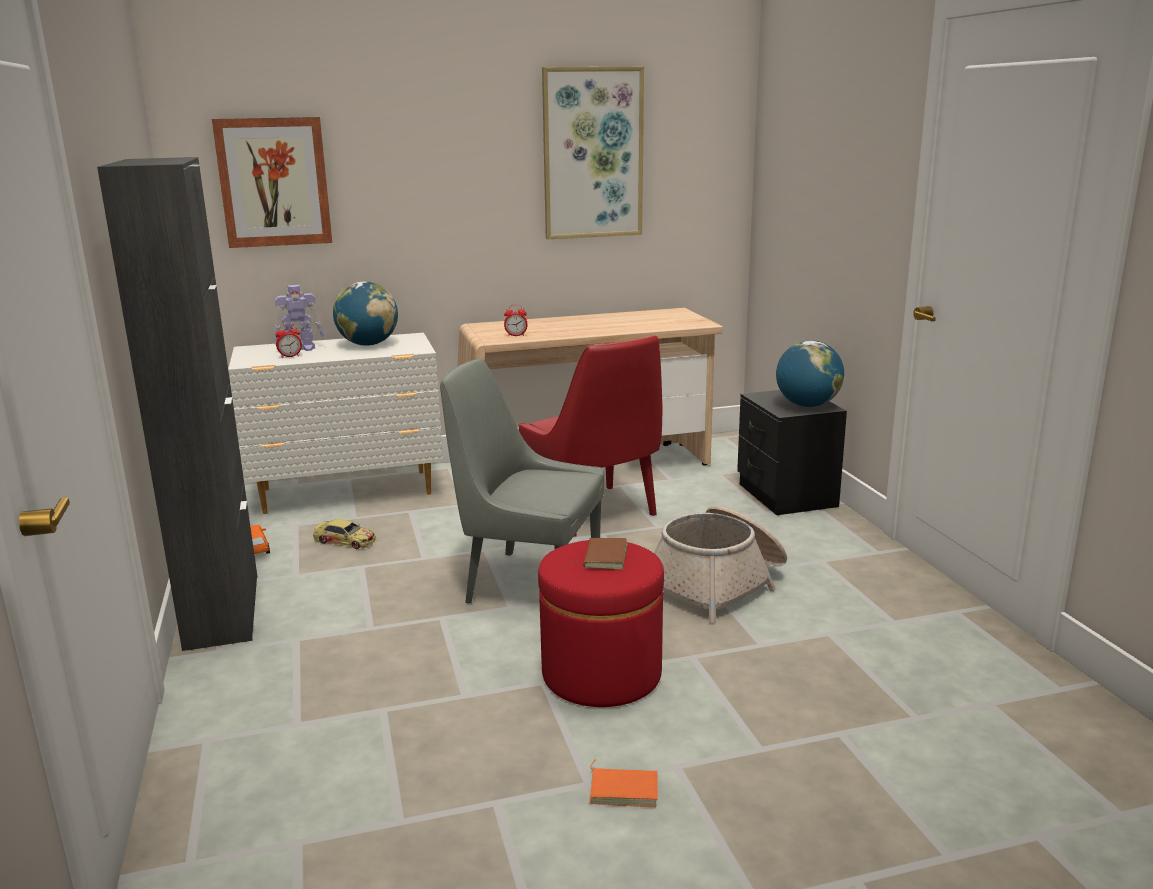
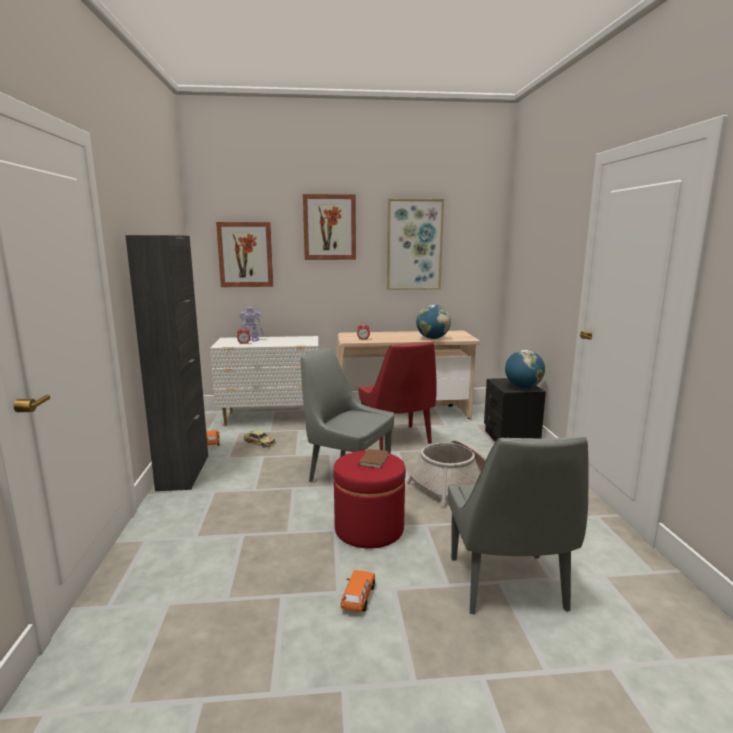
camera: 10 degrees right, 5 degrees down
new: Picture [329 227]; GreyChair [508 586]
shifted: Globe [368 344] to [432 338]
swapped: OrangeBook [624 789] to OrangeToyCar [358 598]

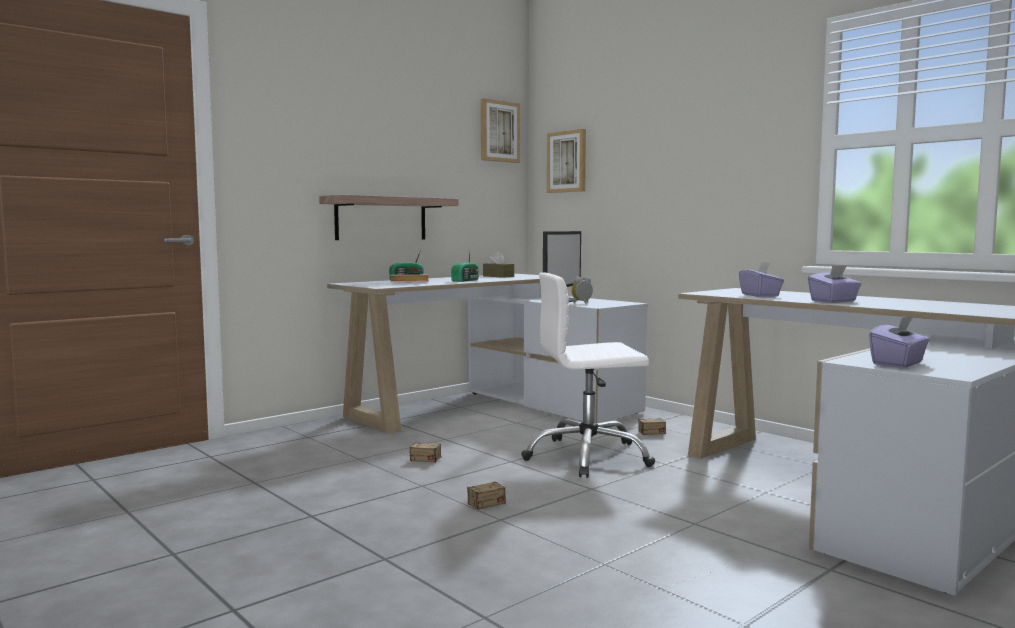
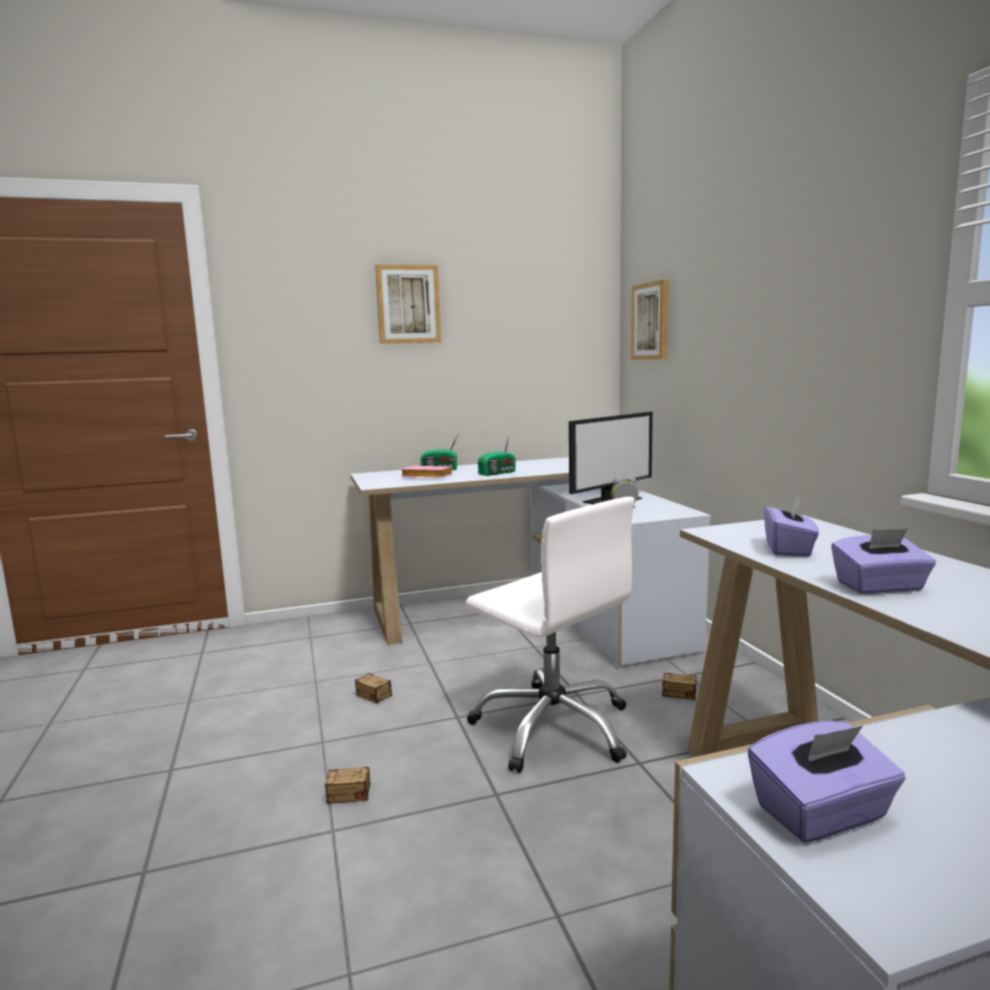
camera: 25 degrees right, 5 degrees up
gone: Shelf [381 218]; BrownTissueBox [498 276]
shifted: Picture [499 131] to [408 304]
rotated: WhiteOfficeChair [588 457] = [553 727] 150 degrees counterclockwise

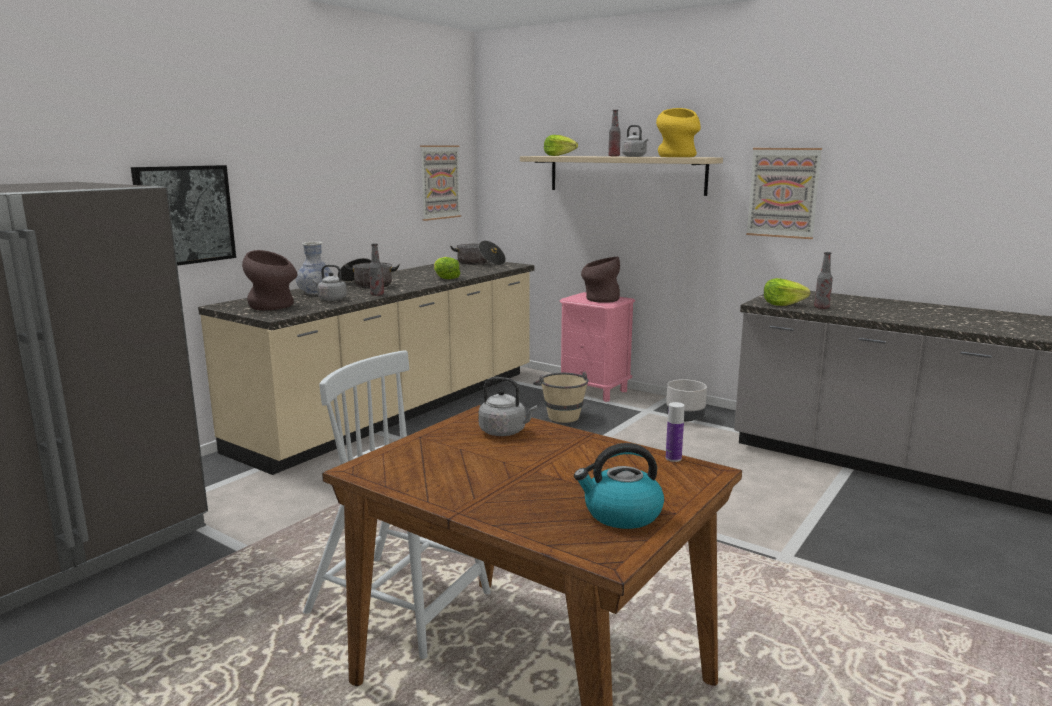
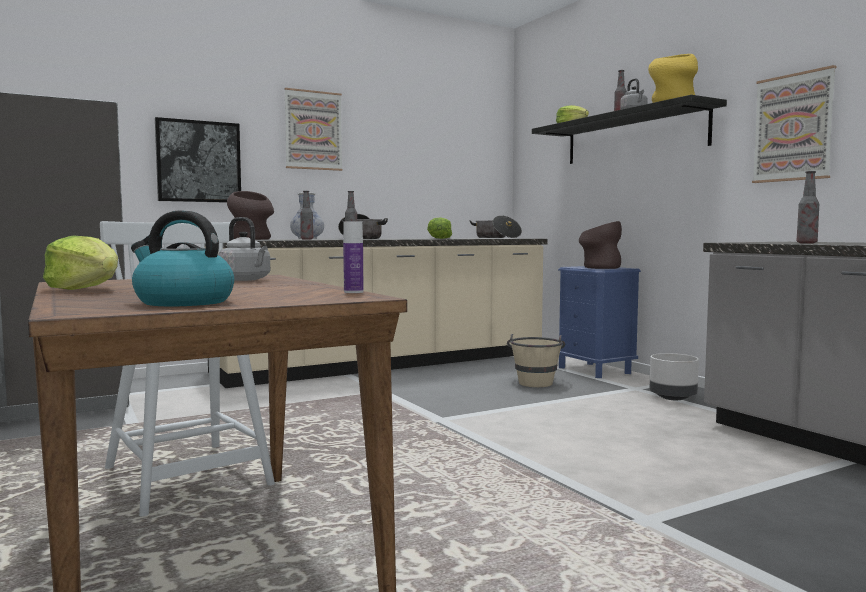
camera: 25 degrees right, 10 degrees down
shifted: Picture [439 182] to [313 130]; Lettuce [782 304] to [86 289]
swapped: GreyKettle [331 299] to Bottle [307 239]
repainted: BeigeShelf [625 174] to BlackShelf [633 136]; PinkNightstand [594 391] to BlueNightstand [595 370]

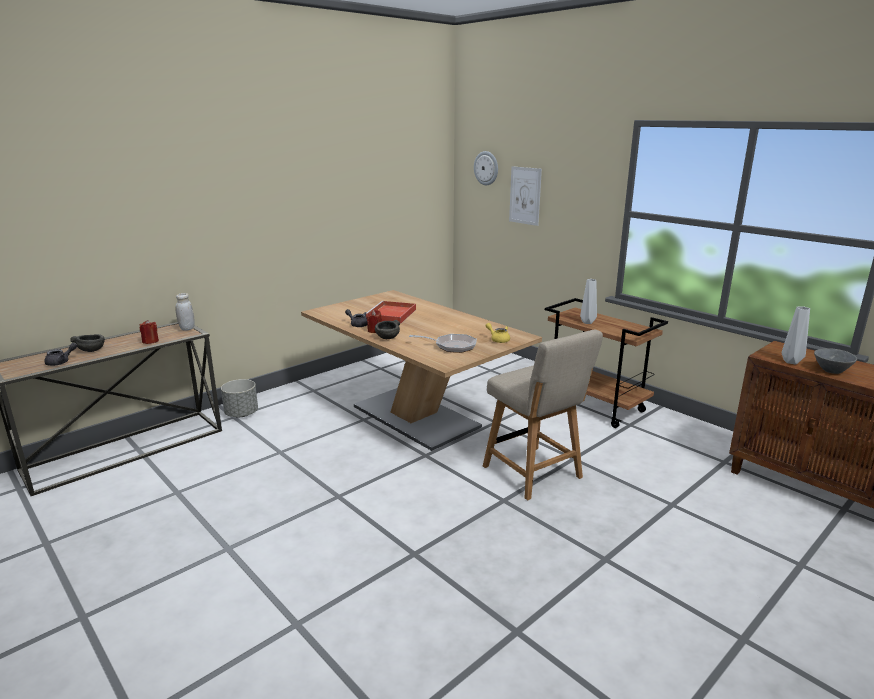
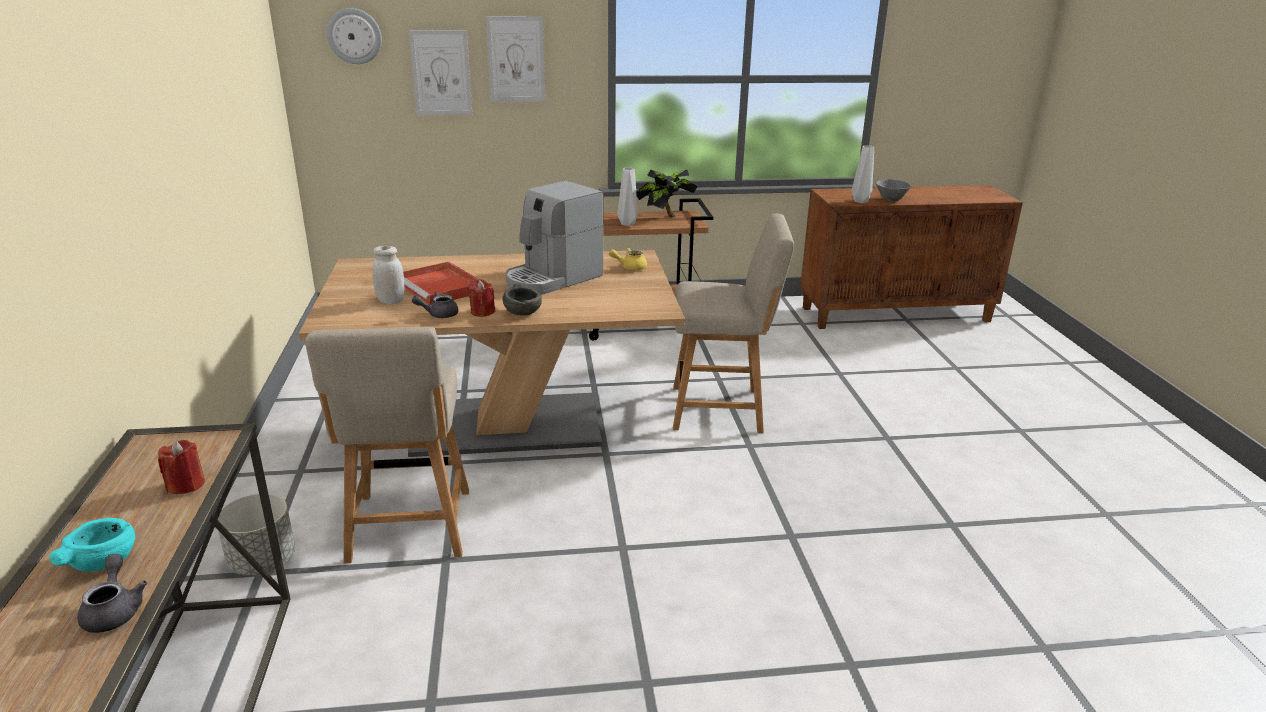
camera: 55 degrees left, 5 degrees up
gone: FryingPan [452 346]
new: BeigeChair [409 530]; Picture [516 59]; CoffeeMachine [552 279]; PottedPlant [665 217]
shifted: WhiteJar [187 328] to [391 301]
repainted: GreyBowl [91 350] to TurquoiseBowl [103 561]

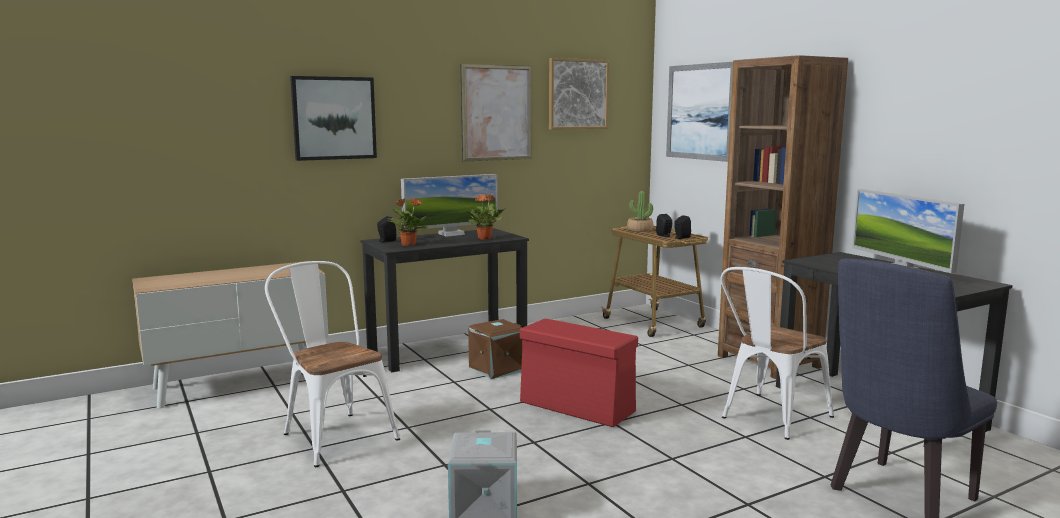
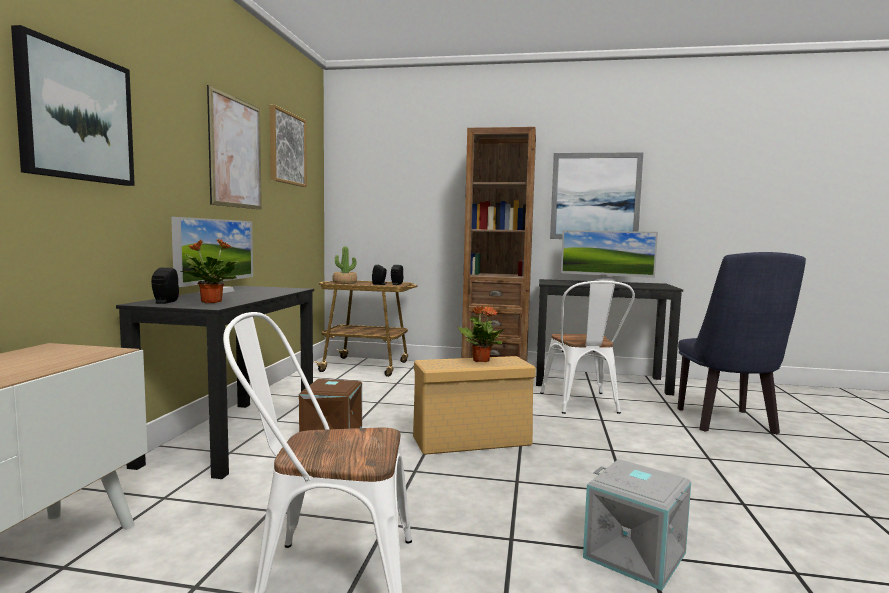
camera: 50 degrees left, 5 degrees down
shifted: PottedPlant [485 239] to [481 360]; Picture [700 112] to [595 196]
repainted: RedStorageBox [578 407] to BeigeStorageBox [473 441]

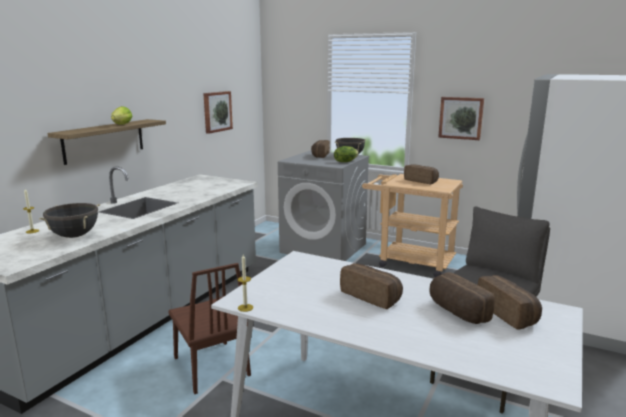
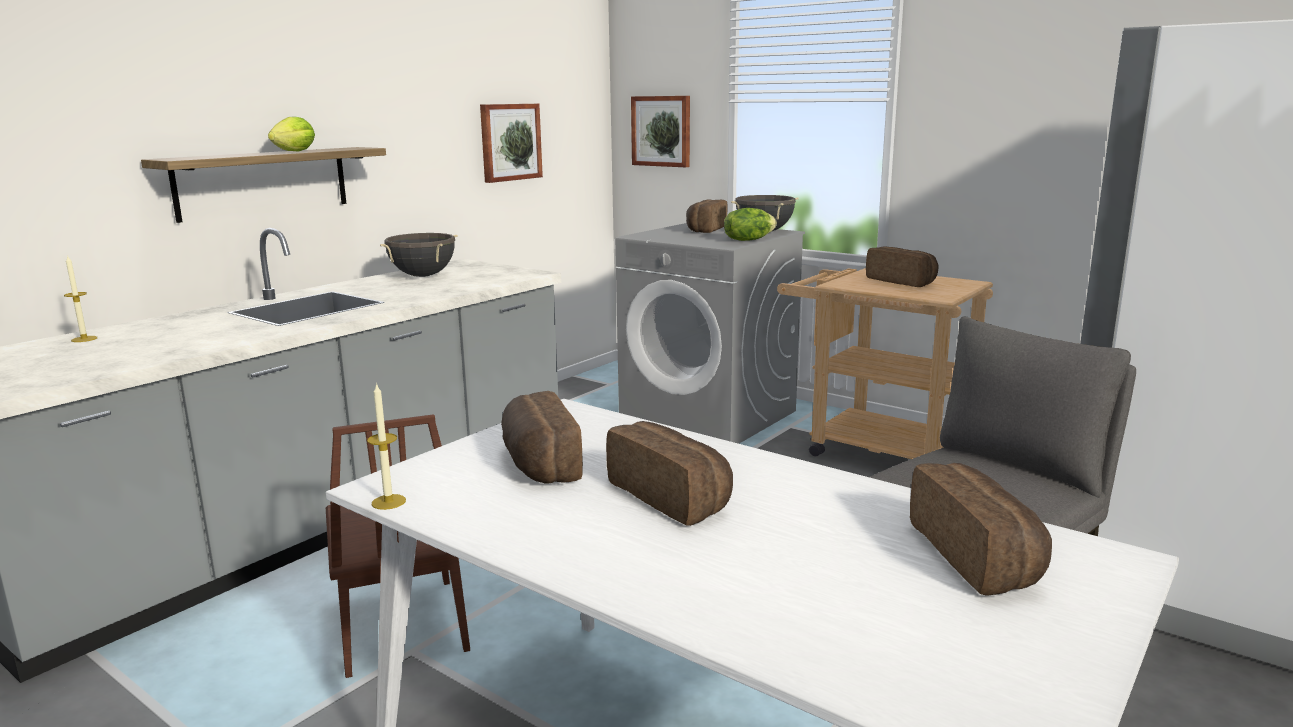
camera: 10 degrees right, 0 degrees up
shifted: BlackCookingPot [74 236] to [422 276]; Bread [456 312] to [537 464]; Picture [461 118] to [662 131]

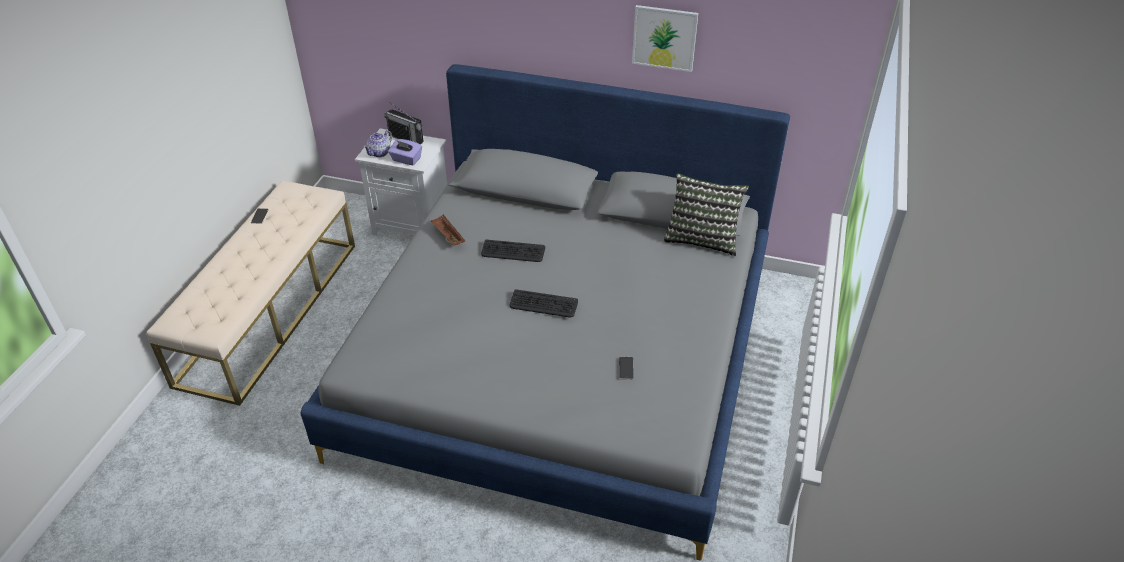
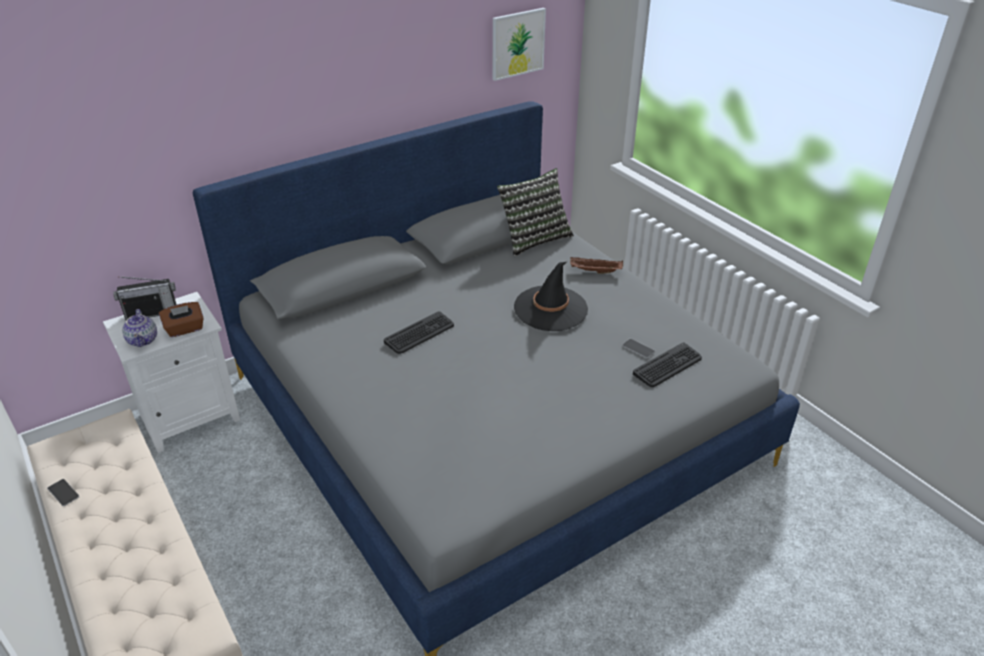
camera: 50 degrees left, 5 degrees down
new: BlackHat [550 309]
shifted: BrownTray [448 237] to [594 272]; Keyboard [543 304] to [668 366]; Picture [664 38] to [517 43]
repainted: PurpleTissueBox [406 160] to BrownTissueBox [185 329]

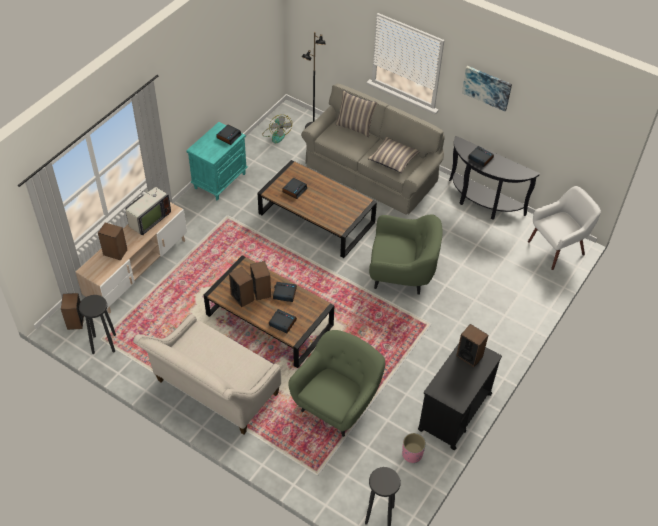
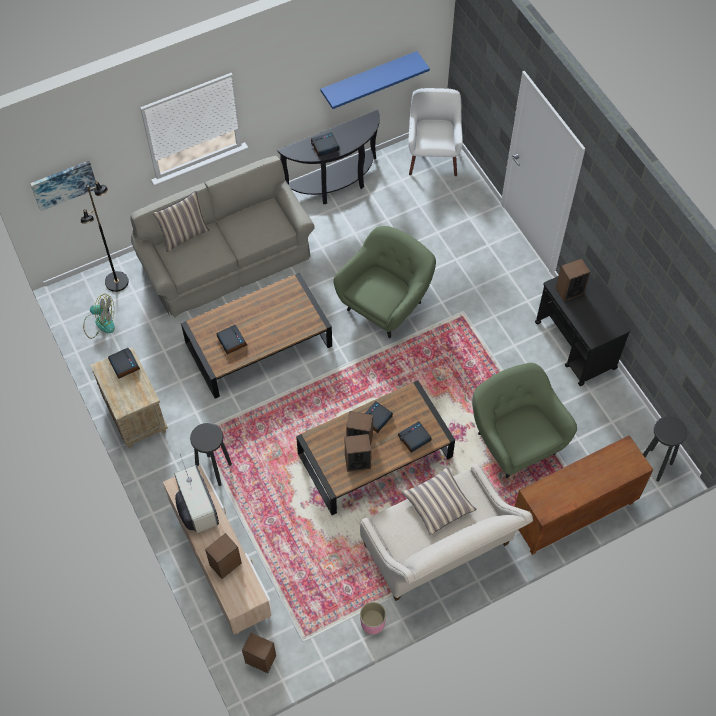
camera: 60 degrees left, 10 degrees up
new: BlueShelf [369 77]; BrownCabinet [573 515]
shifted: BlackStool [104 344] to [214 470]; Pillow [393 159] to [438 504]; PinkPlanter [412 454] to [372 623]; Picture [487 87] to [63 184]
repainted: TurquoiseNightstand [220 180] to BeigeNightstand [135 415]

